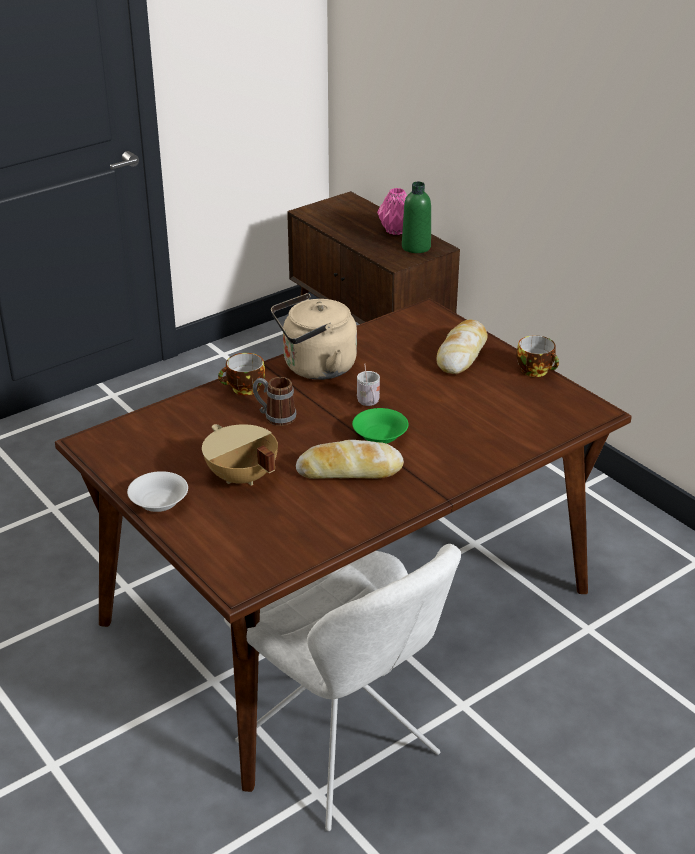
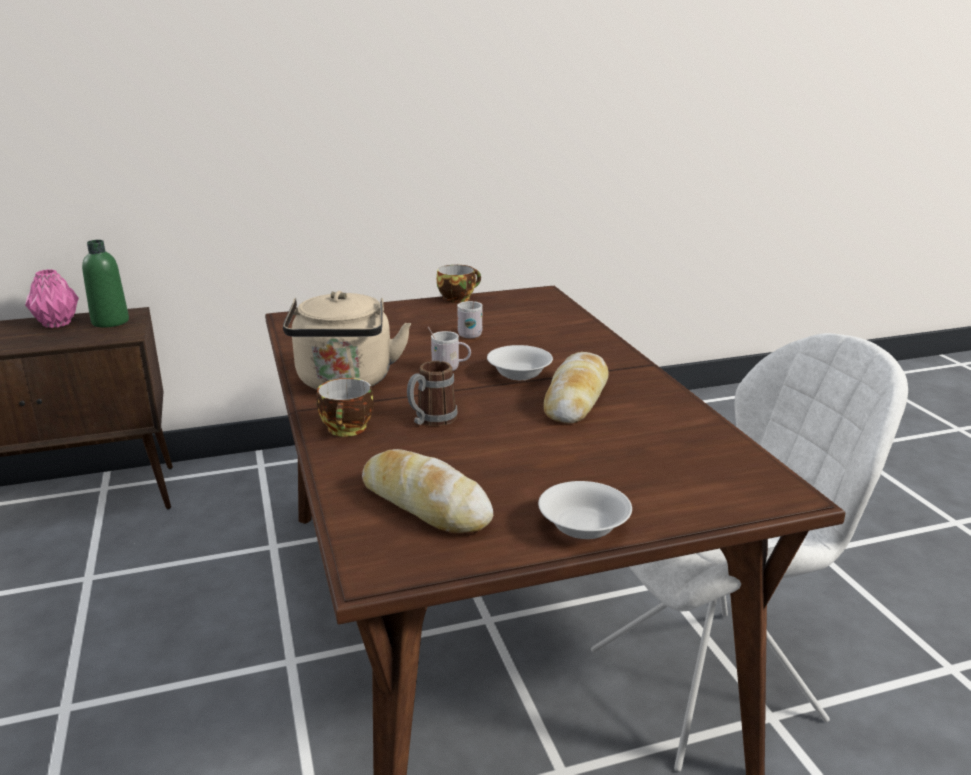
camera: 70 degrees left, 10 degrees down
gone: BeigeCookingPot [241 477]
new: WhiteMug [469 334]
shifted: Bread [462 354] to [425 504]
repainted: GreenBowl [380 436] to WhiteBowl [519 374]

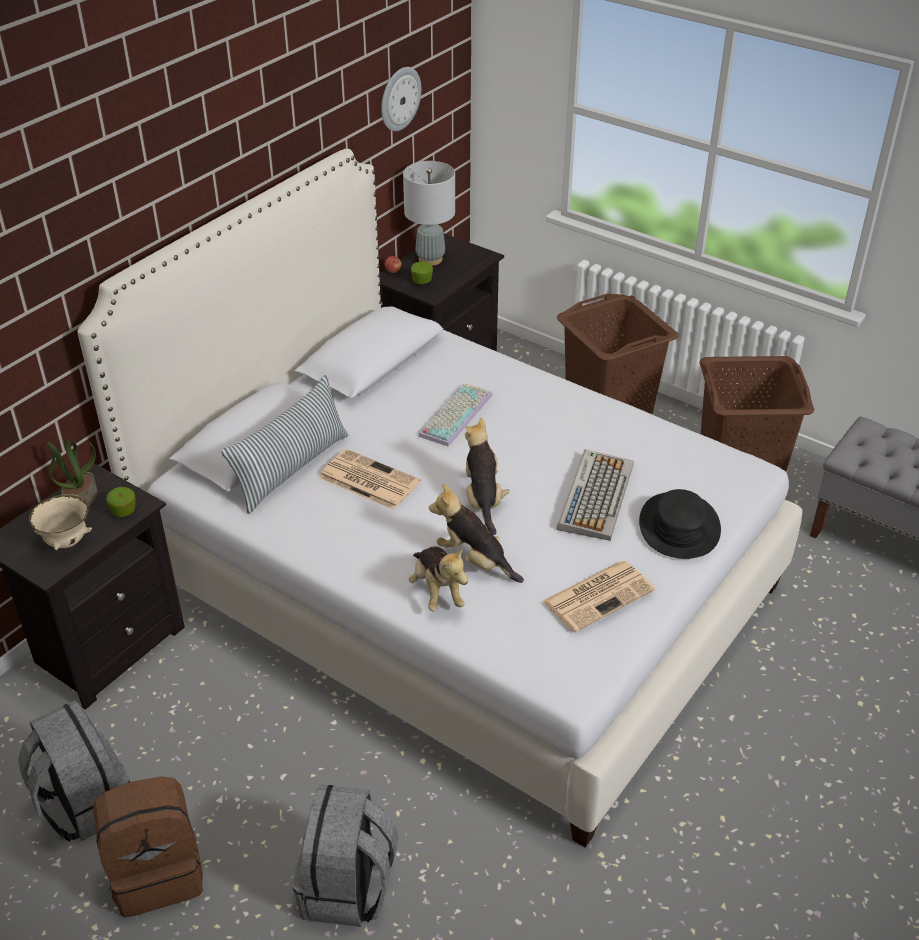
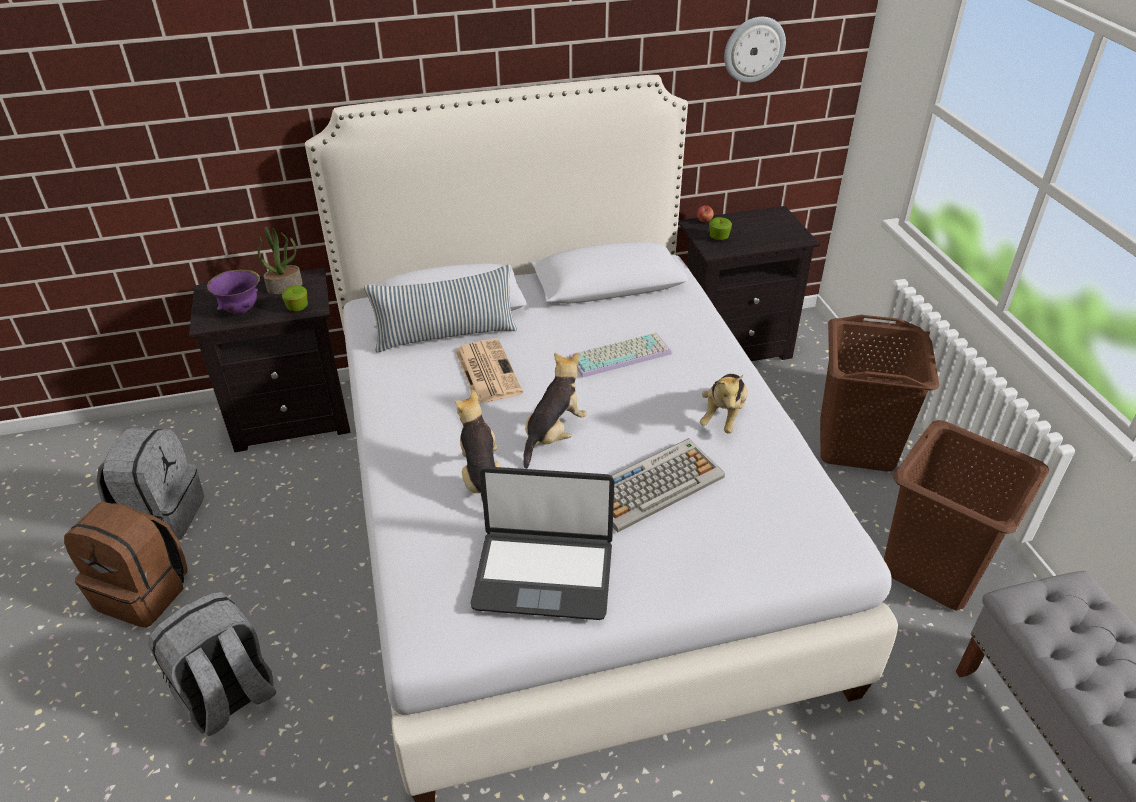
camera: 40 degrees right, 0 degrees up
gone: GreyTableLamp [430 259]; BlackHat [679 527]
shifted: PlushToy [437 591] to [723 416]
swapped: Newspaper [599 595] to Laptop [543 574]
repainted: BeigeBowl [67 542] to PurpleBowl [241 310]

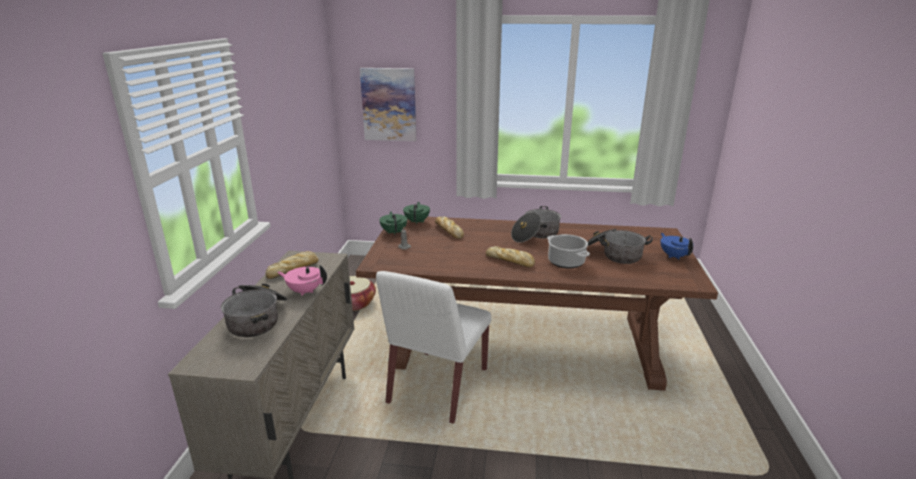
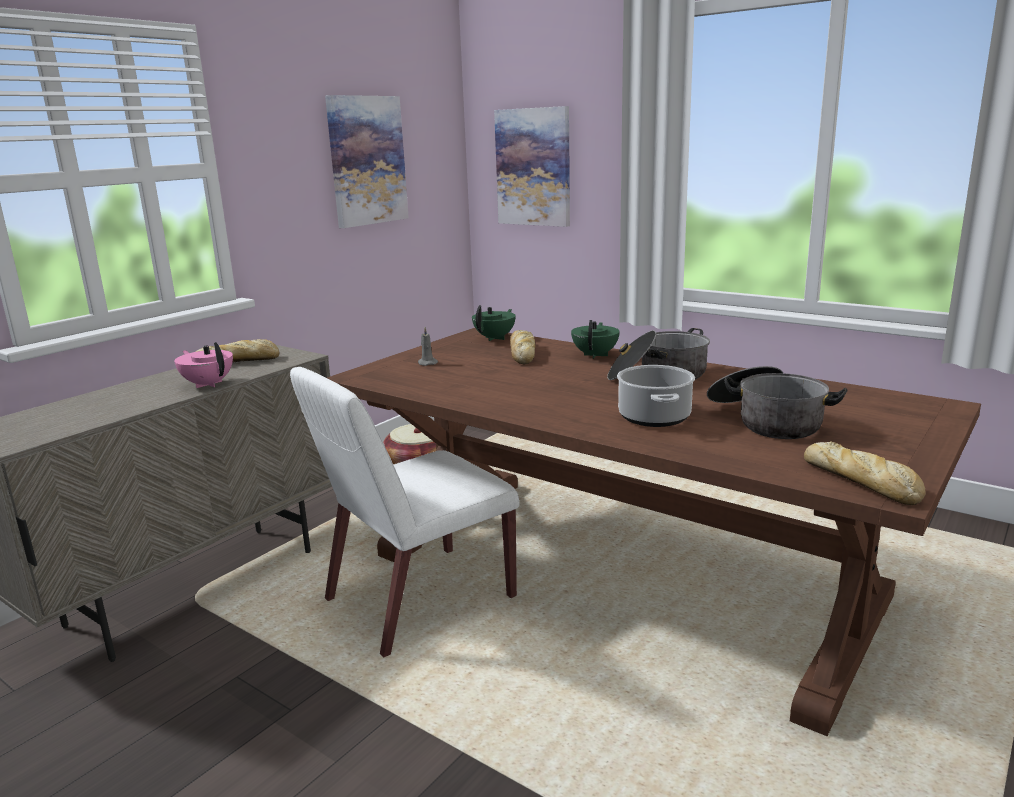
camera: 30 degrees right, 5 degrees down
gone: CookingPot [258 319]; BlueTeapot [674 256]
new: Picture [367 161]
shifted: GreenTeapot [394 232] to [595 355]; Bread [510 261] to [862 482]

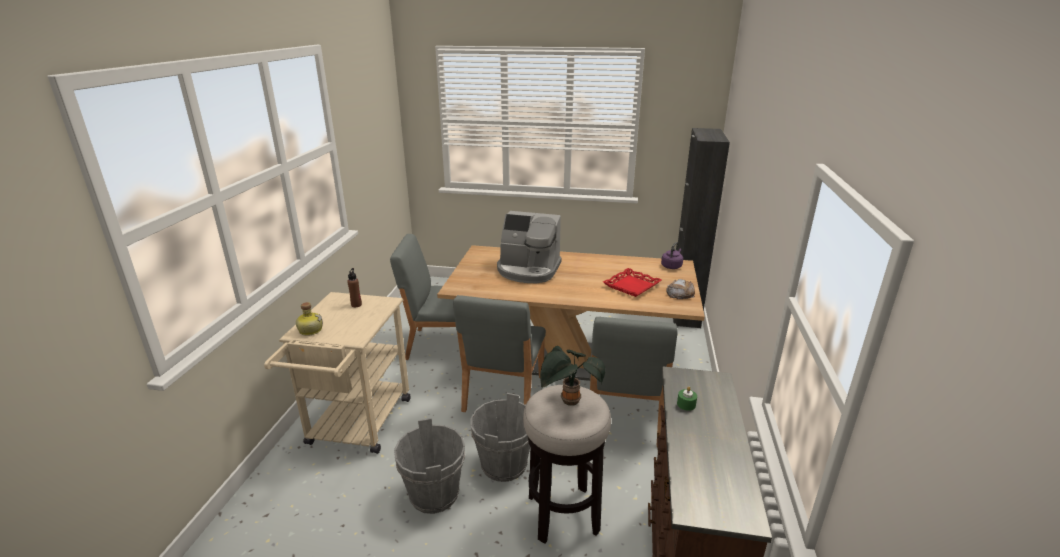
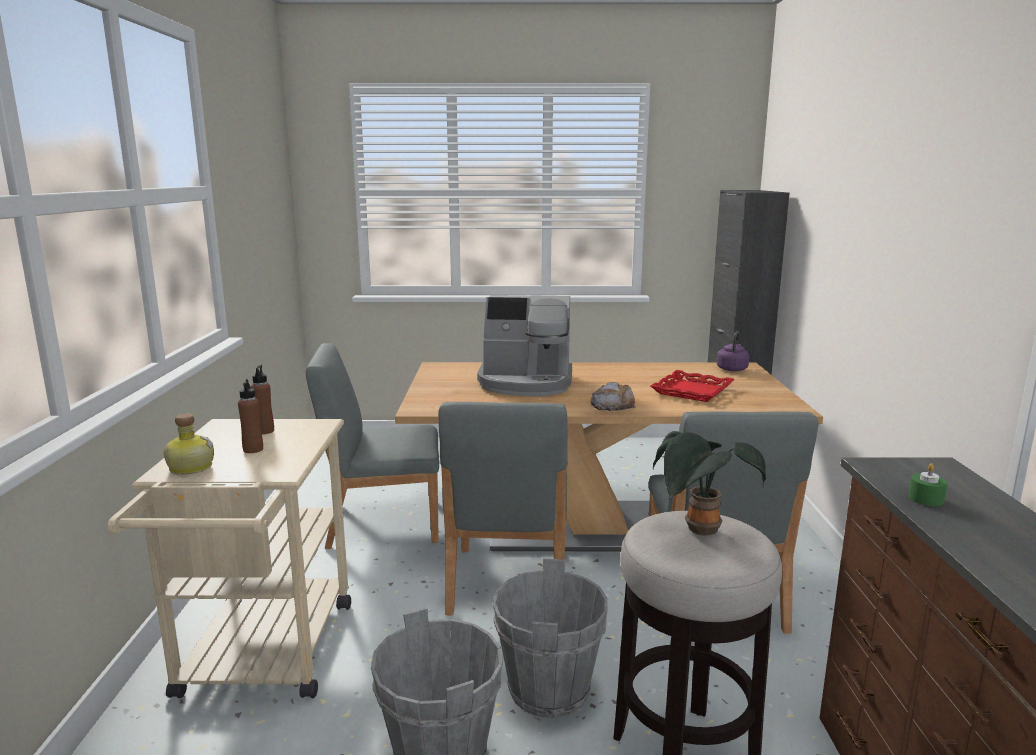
camera: 10 degrees left, 10 degrees down
new: BrownBottle [253 449]
shifted: Bread [680 293] to [612 405]

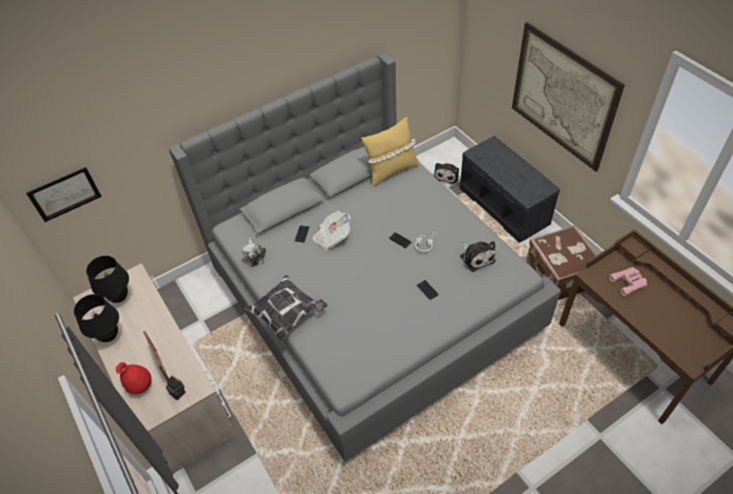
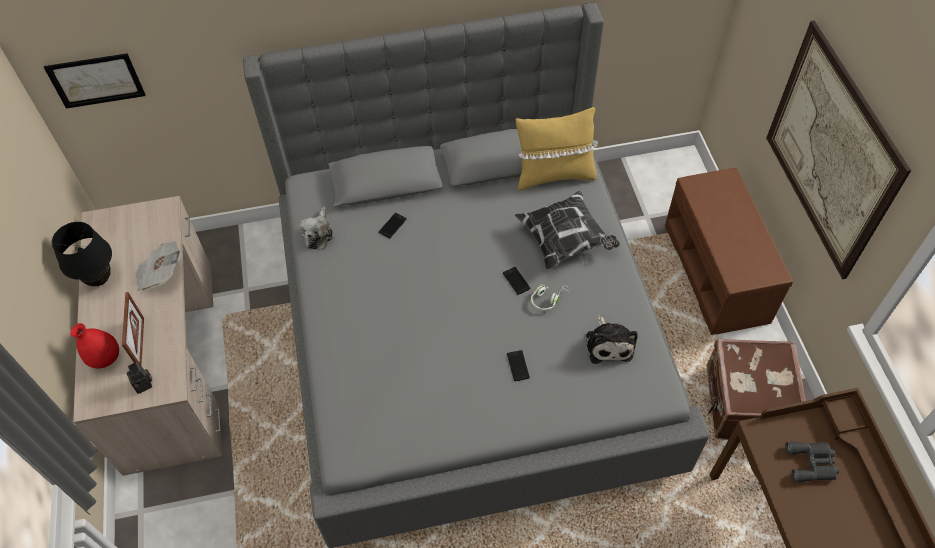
camera: 20 degrees right, 5 degrees up
gone: BlackTableLamp [119 298]; PlushToy [447 175]
shifted: Pillow [288 314] to [565 241]; Newspaper [332 236] to [160 274]
repainted: GreyBench [505 206] to BrownBench [717 273]; PinkBinoculars [629 282] to GreyBinoculars [812 464]

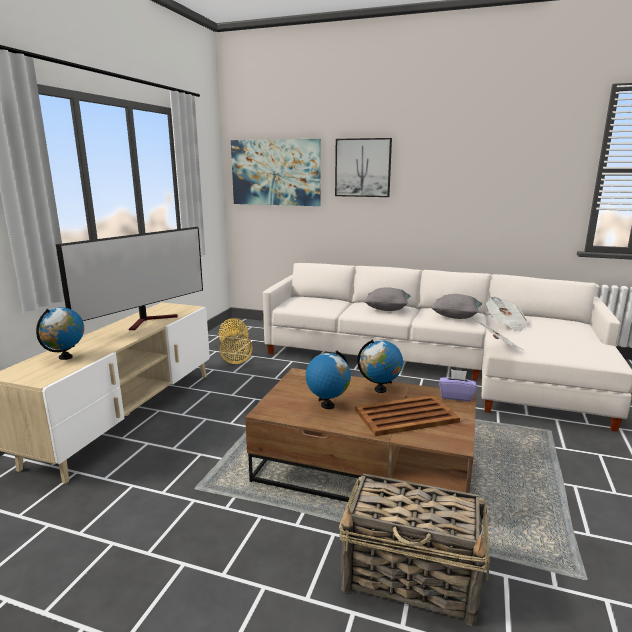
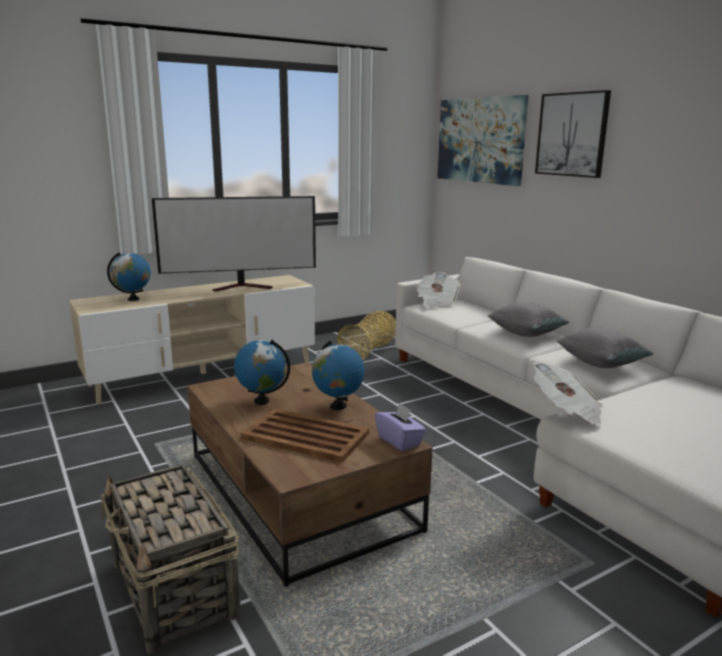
camera: 40 degrees right, 0 degrees up
shifted: Newspaper [506 325] to [436 302]

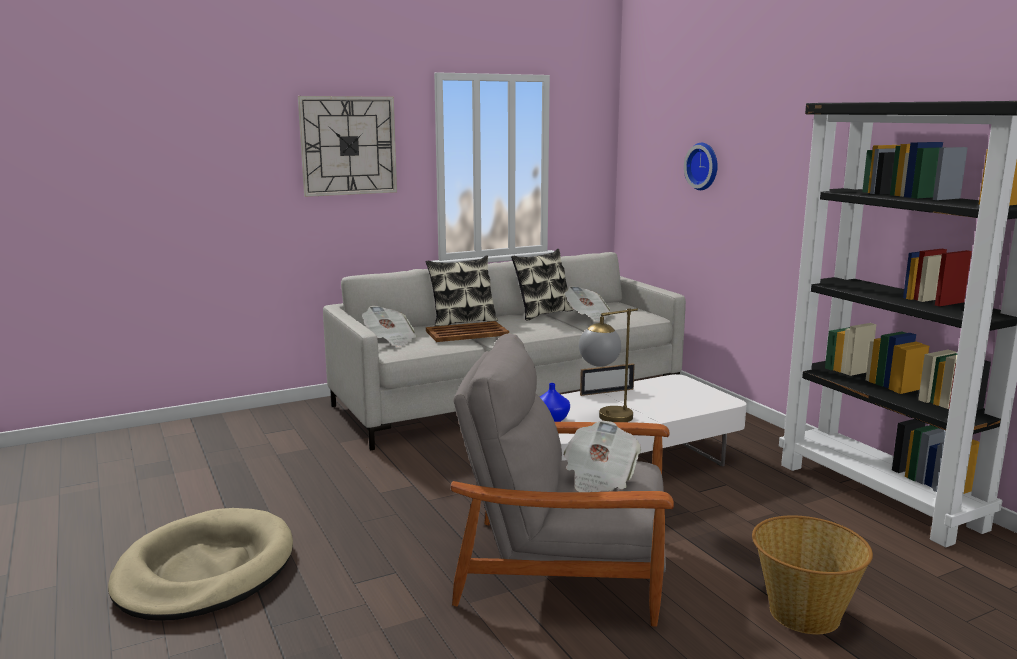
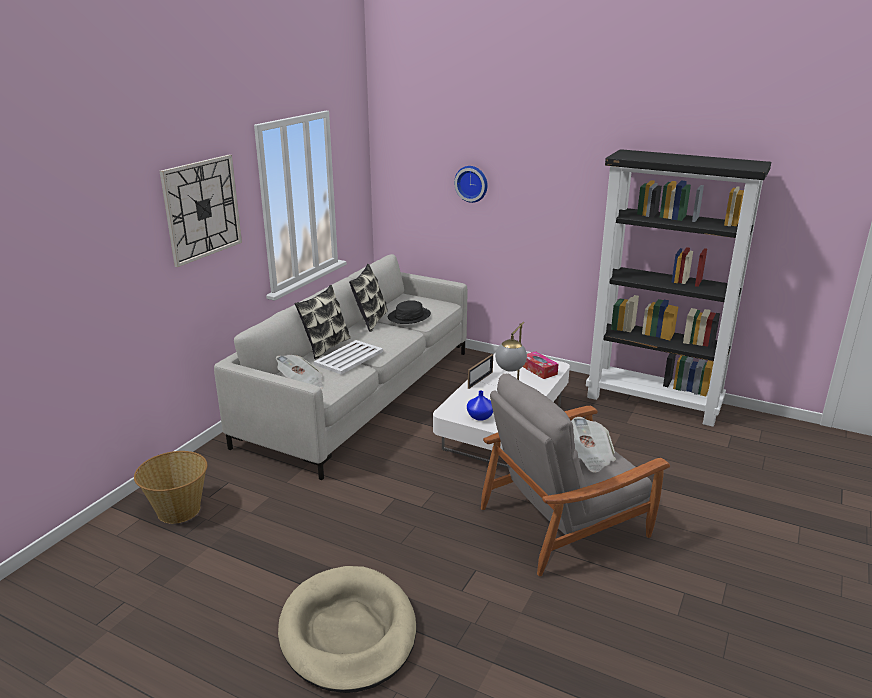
camera: 35 degrees left, 10 degrees up
new: TissueBox [539 370]
shifted: Basket [803 613] to [178 510]
swapped: Newspaper [588 317] to BlackHat [409 316]
repainted: BrownTray [467 333] to WhiteTray [349 357]

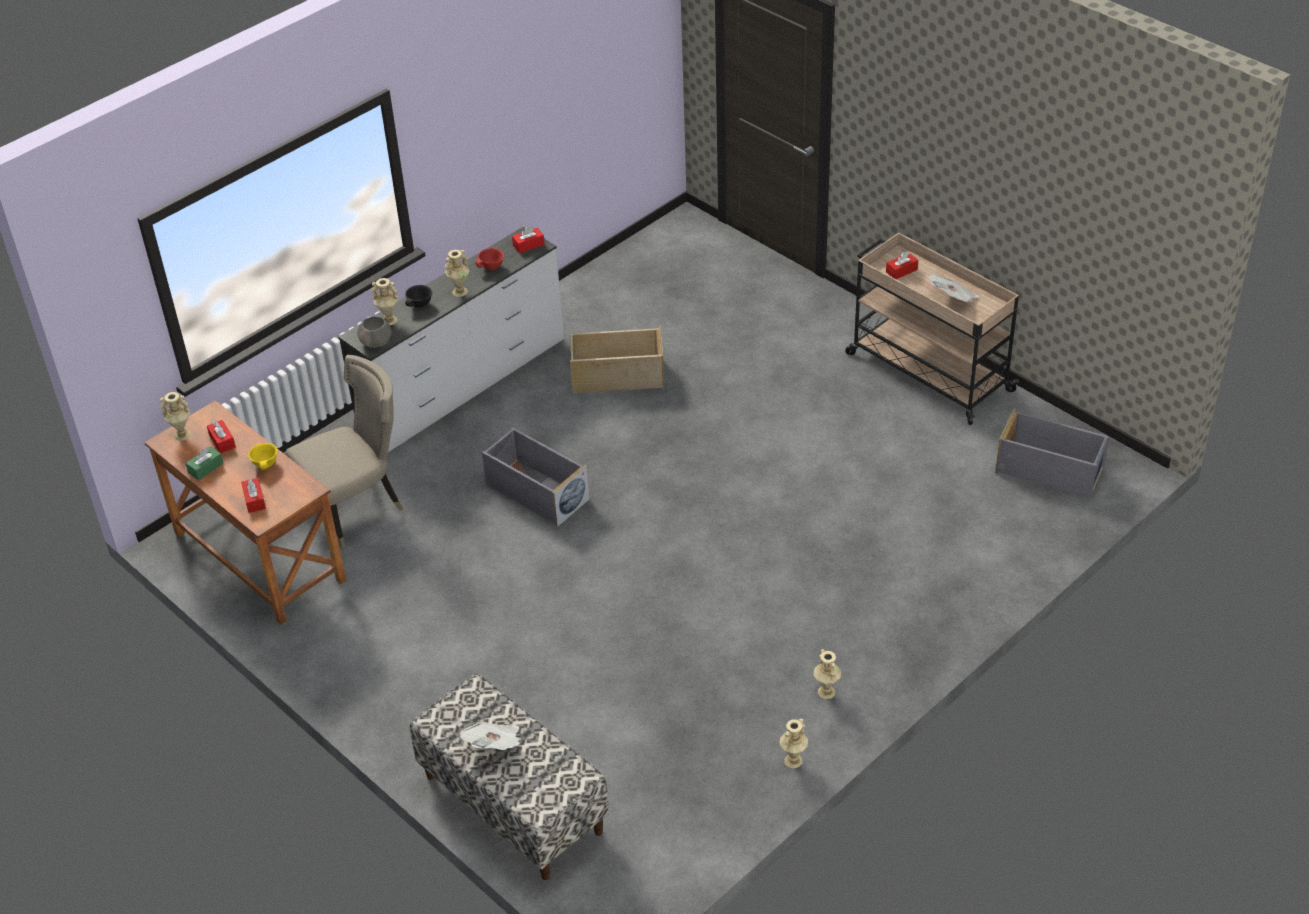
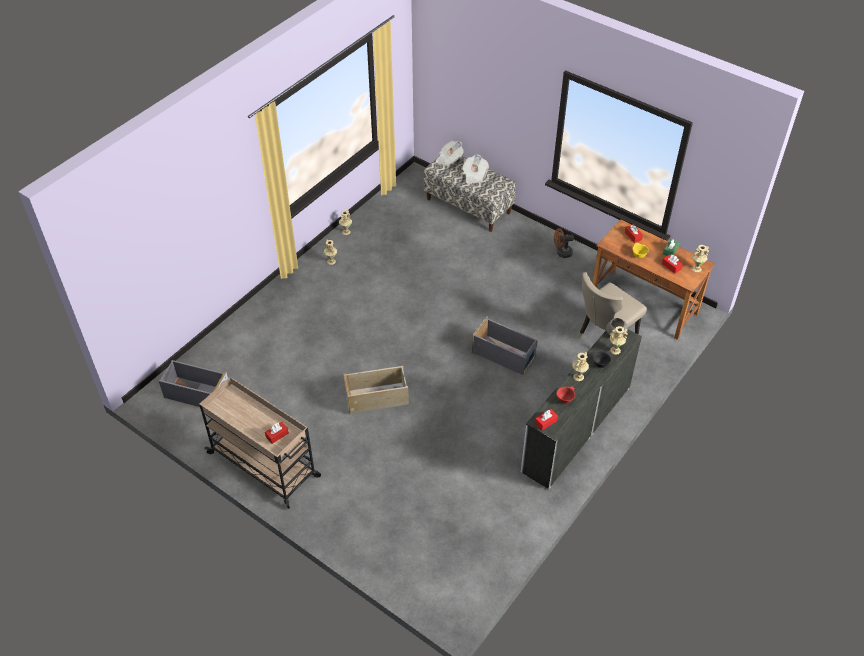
camera: 170 degrees right, 5 degrees up
new: BrownFan [561 253]
shifted: BeigeStorageBox [616 377] to [377 397]; Newspaper [953 299] to [449 159]

